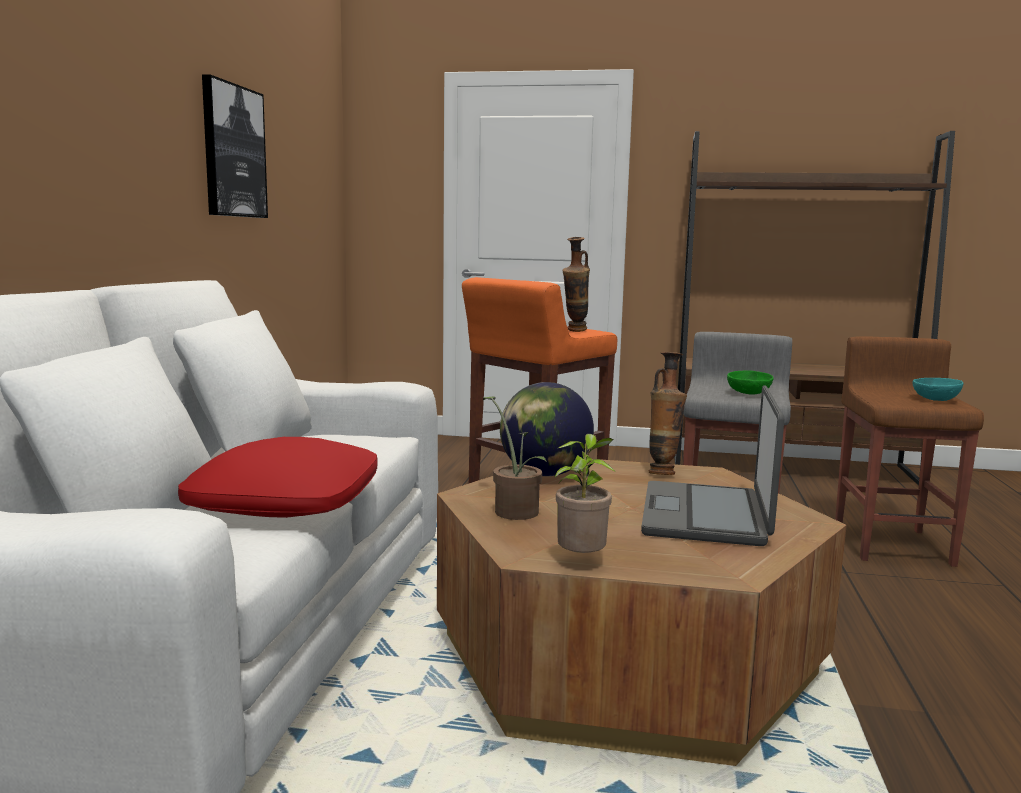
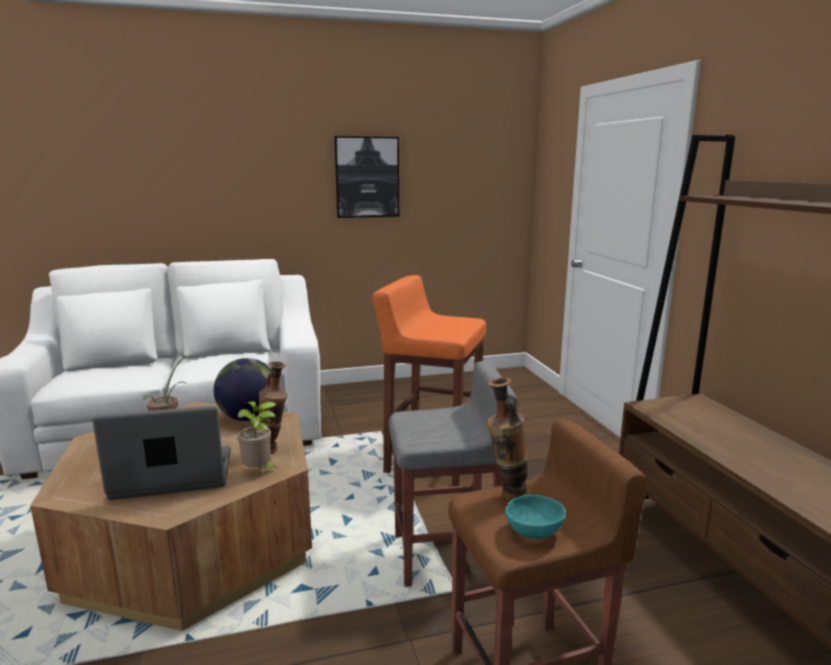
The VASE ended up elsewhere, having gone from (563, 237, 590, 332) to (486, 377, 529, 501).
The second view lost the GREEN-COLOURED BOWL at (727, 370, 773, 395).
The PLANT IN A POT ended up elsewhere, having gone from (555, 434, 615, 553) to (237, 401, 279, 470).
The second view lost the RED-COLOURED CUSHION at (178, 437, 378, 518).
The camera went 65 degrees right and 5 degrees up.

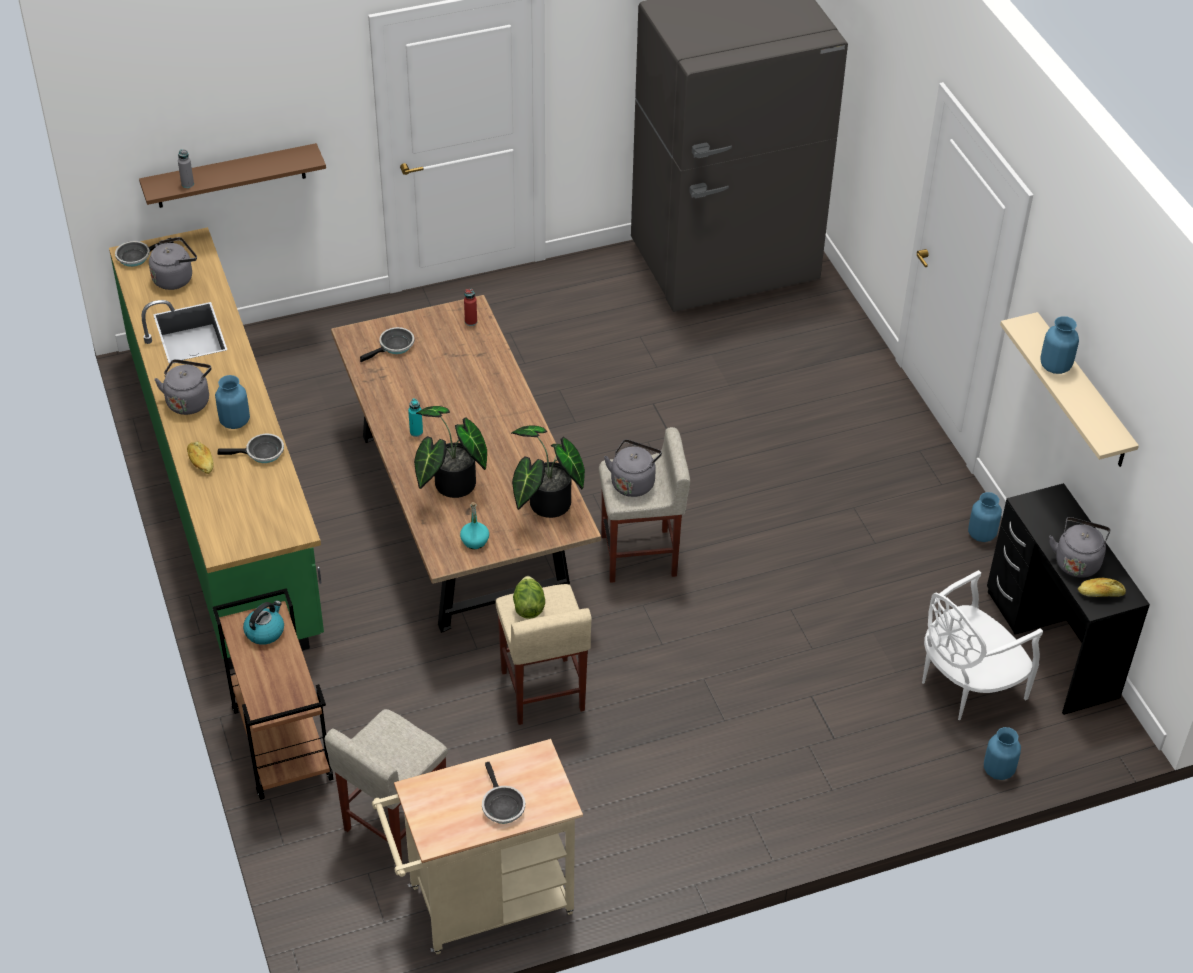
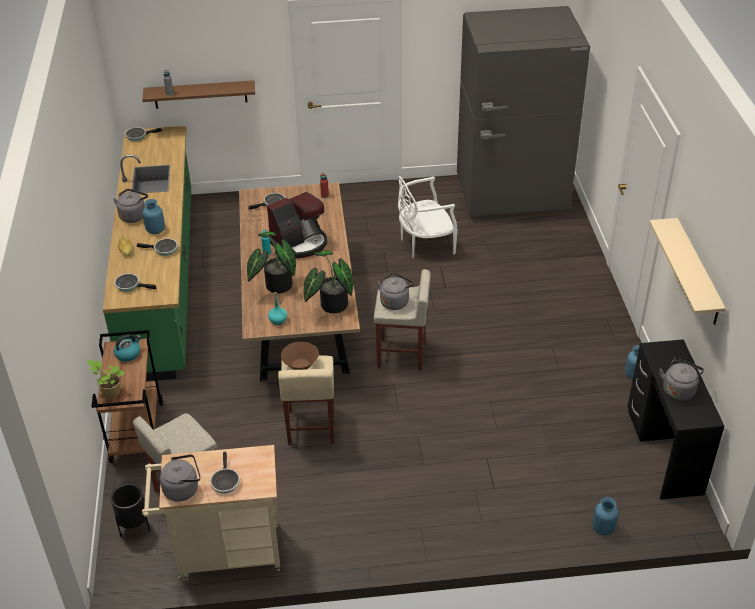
The GREY WATER KETTLE ended up elsewhere, having gone from (149, 237, 197, 290) to (160, 454, 201, 502).
The second view lost the BLUISH VASE at (1040, 316, 1079, 374).
The WHITE PLAIN CHAIR ended up elsewhere, having gone from (922, 570, 1043, 720) to (398, 176, 458, 258).
Where the HEAD OF LETTUCE stood at (513, 576, 545, 619), the BROWNISH BOWL came to stand at (281, 342, 319, 370).
The second view lost the BAKED BREAD at (1078, 578, 1126, 597).
The second view gained the COFFEE MACHINE at (267, 192, 327, 258).
The second view gained the SKILLET at (114, 273, 157, 292).
The second view gained the PLANT IN A POT at (87, 360, 125, 398).
The second view gained the BLACK PLANTER at (111, 484, 150, 538).
The camera went 15 degrees right and 5 degrees down.

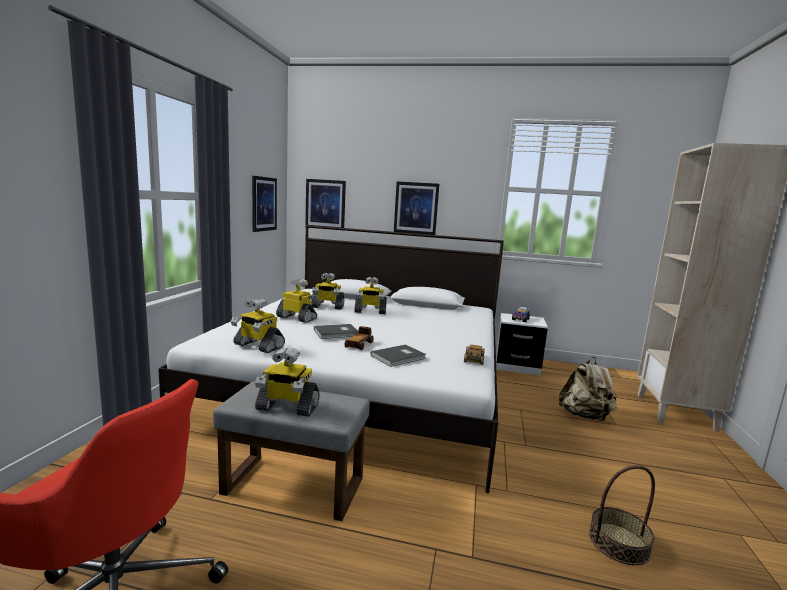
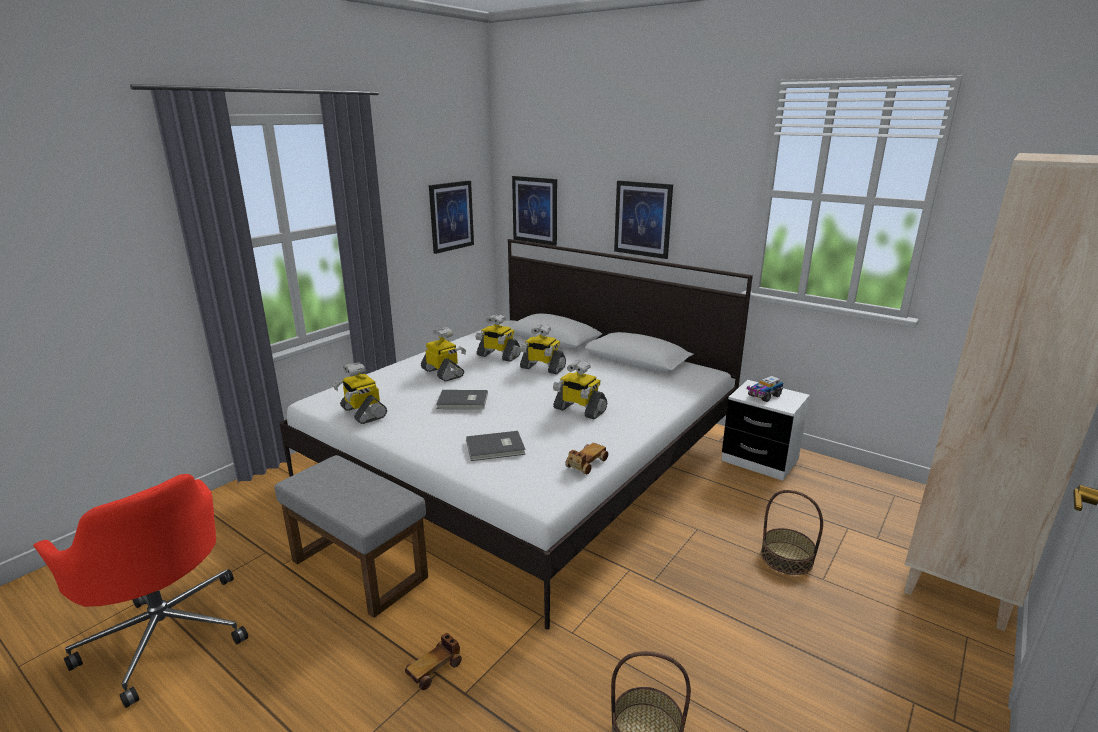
The MINIATURE CAR ended up elsewhere, having gone from (345, 326, 374, 350) to (405, 633, 462, 690).
The MODEL ROBOT ended up elsewhere, having gone from (255, 348, 320, 417) to (553, 360, 607, 419).
Where the SAND-COLOURED KNAPSACK stood at (559, 357, 617, 422), the BASKET came to stand at (761, 490, 823, 575).
The camera went 25 degrees right and 10 degrees up.

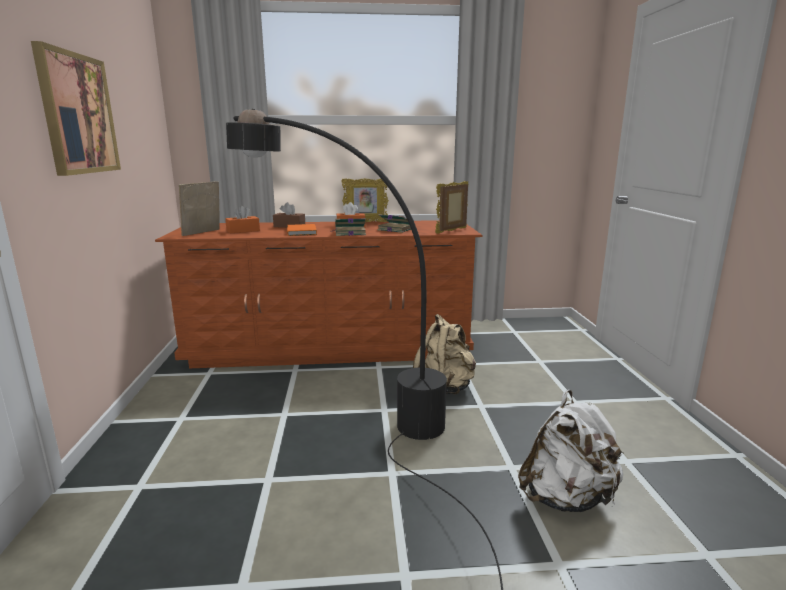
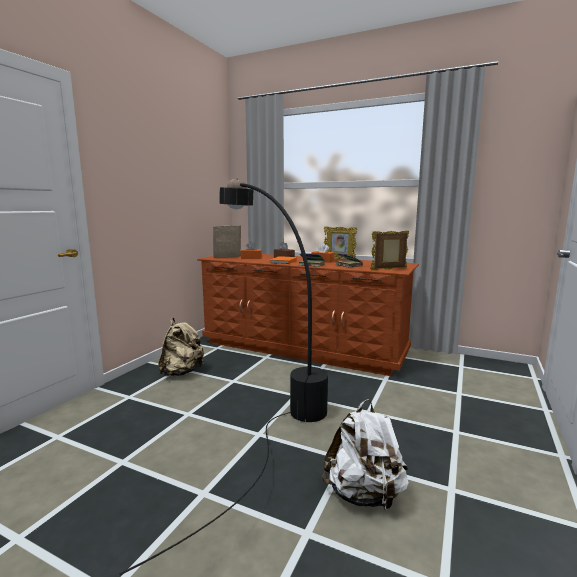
The second view lost the WALL ART at (31, 41, 121, 176).
The SAND-COLOURED KNAPSACK ended up elsewhere, having gone from (413, 314, 476, 394) to (158, 318, 204, 376).
The camera went 30 degrees right and 5 degrees down.

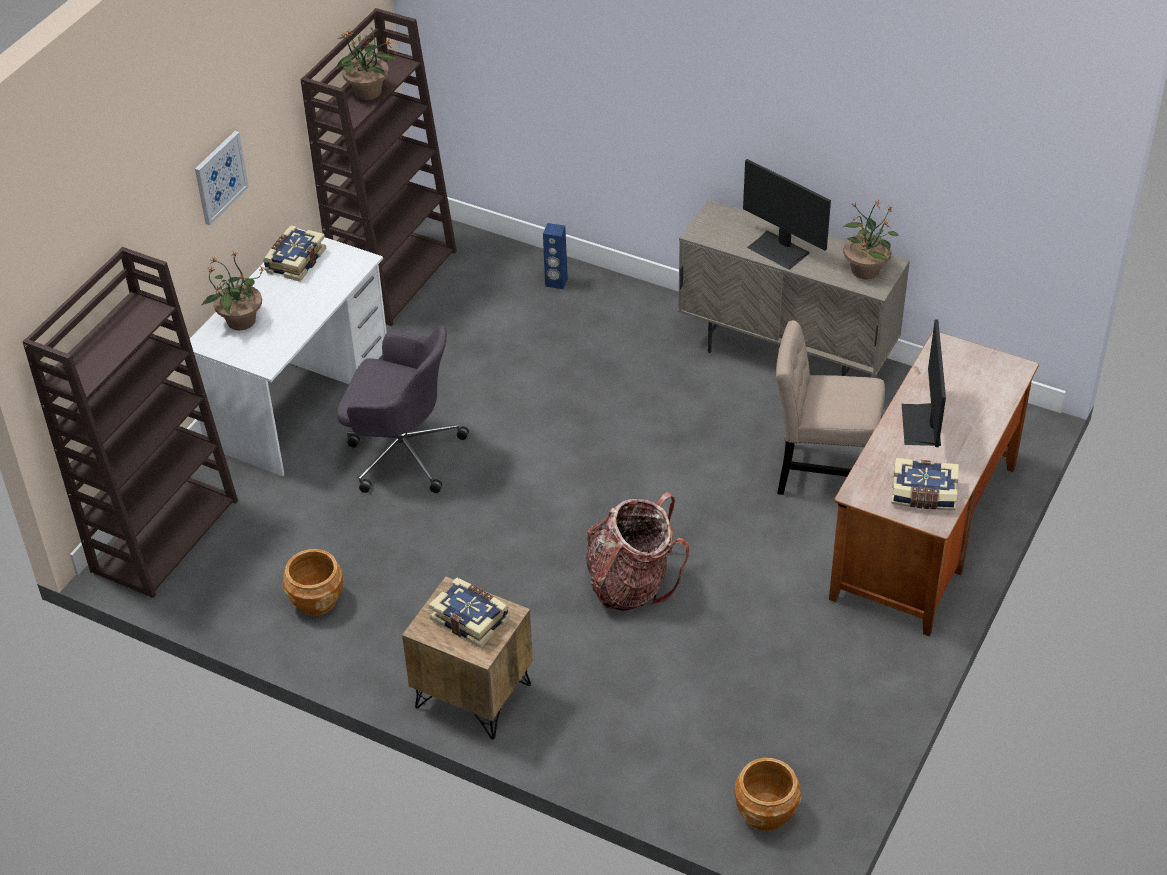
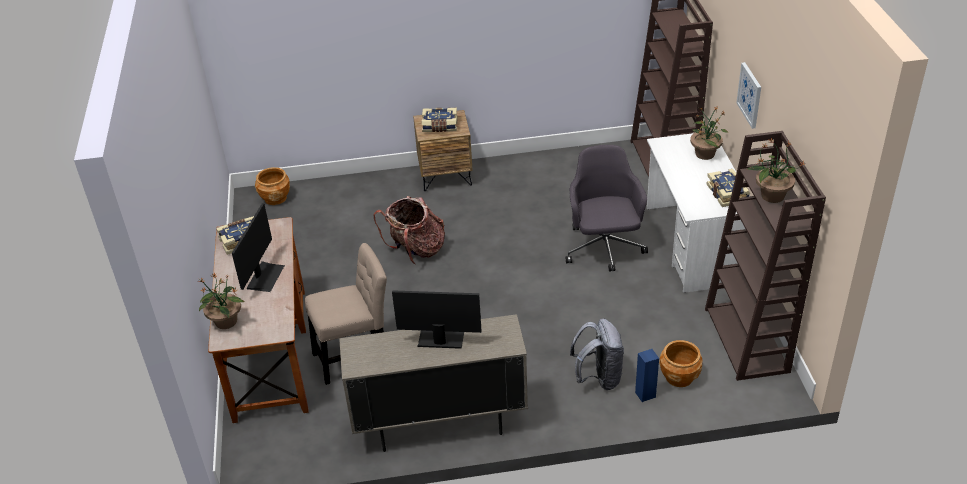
The PLANT IN A POT ended up elsewhere, having gone from (844, 200, 899, 279) to (198, 273, 244, 329).
The COMPUTER DISPLAY at (902, 319, 946, 447) ended up facing another way, 45 degrees clockwise from before.
The GREY OFFICE CHAIR at (337, 325, 469, 493) ended up facing another way, 105 degrees clockwise from before.
The BROWNISH PLANTER ended up elsewhere, having gone from (283, 549, 344, 616) to (659, 340, 703, 387).
The second view gained the GREY KNAPSACK at (570, 319, 624, 390).
The camera went 145 degrees right and 5 degrees down.

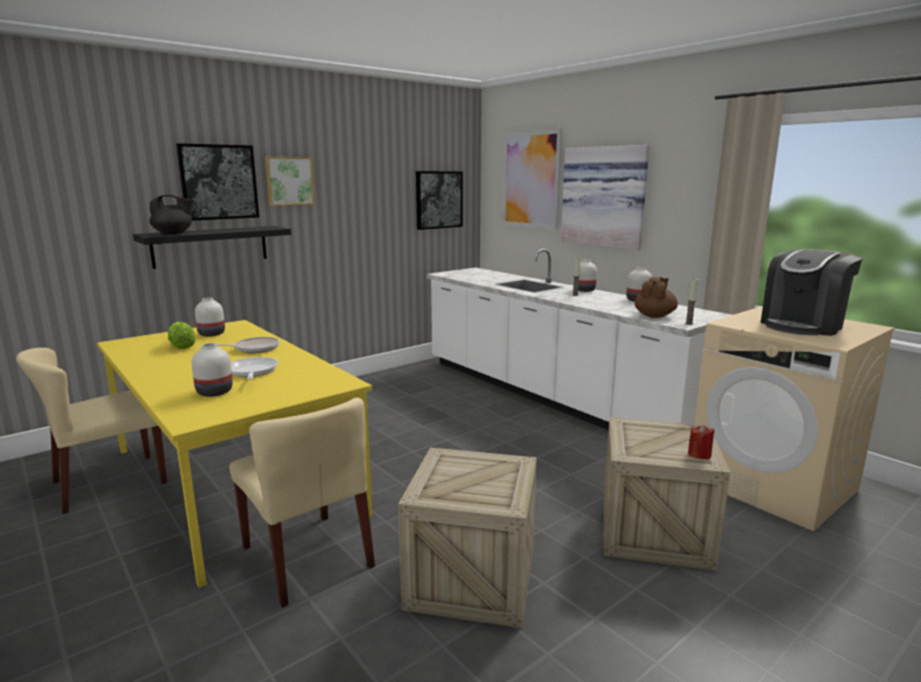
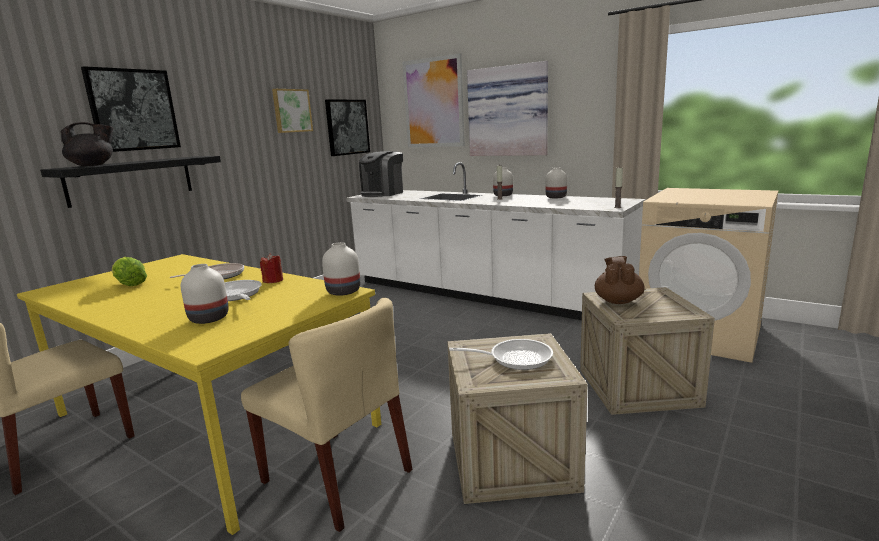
The WALL ART ended up elsewhere, having gone from (265, 157, 315, 206) to (272, 89, 313, 133).
The COFFEE MACHINE ended up elsewhere, having gone from (761, 249, 863, 336) to (359, 151, 403, 197).
The BROWNISH TEA POT ended up elsewhere, having gone from (635, 277, 678, 318) to (595, 256, 645, 304).
The WHITE VASE ended up elsewhere, having gone from (195, 297, 225, 337) to (322, 242, 360, 296).
The RED-COLOURED WAX LIGHT ended up elsewhere, having gone from (688, 425, 715, 459) to (260, 253, 283, 283).
The second view gained the SKILLET at (449, 339, 553, 370).
The camera went 15 degrees left and 0 degrees up.

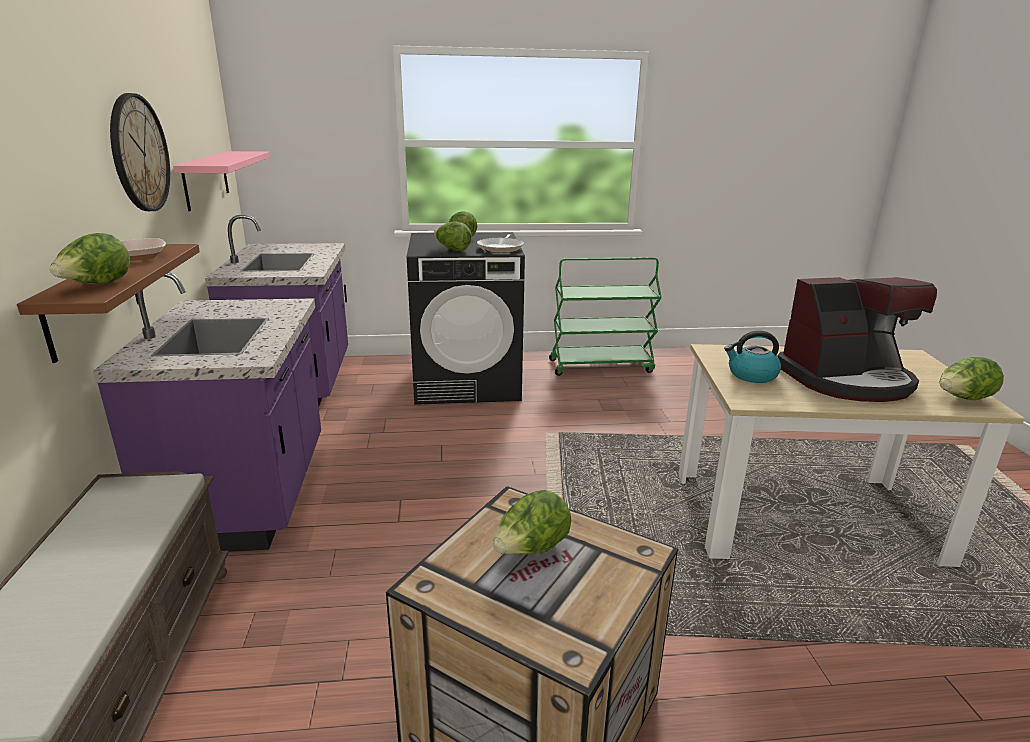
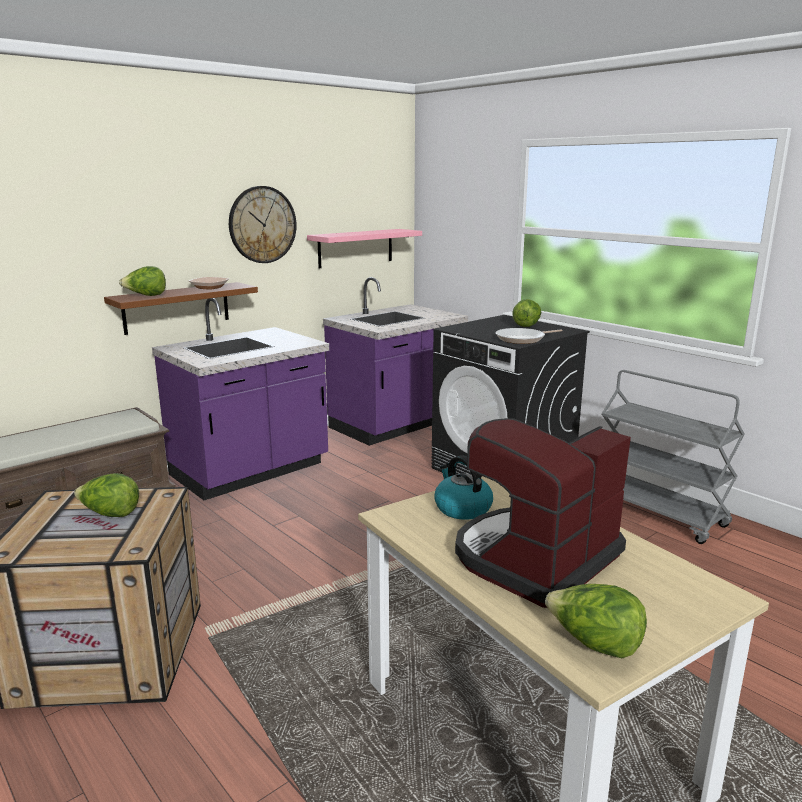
The second view lost the HEAD OF LETTUCE at (433, 221, 472, 251).
What was the GREEN-COLOURED TROLLEY at (549, 257, 662, 376) turned into the GREY TROLLEY at (601, 370, 745, 544).
The COFFEE MACHINE at (777, 277, 937, 402) ended up facing another way, 90 degrees clockwise from before.
The camera went 55 degrees right and 5 degrees down.

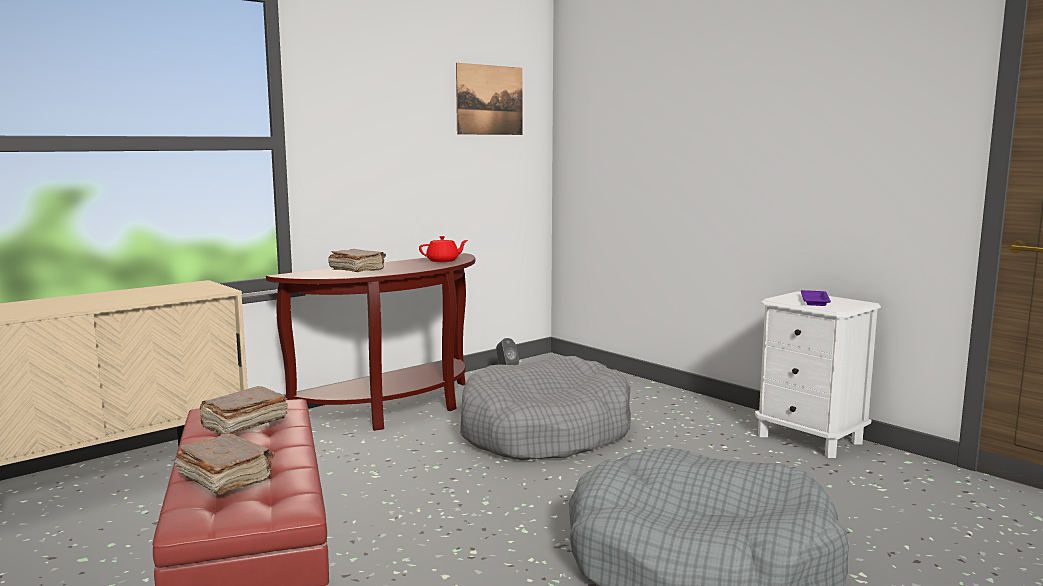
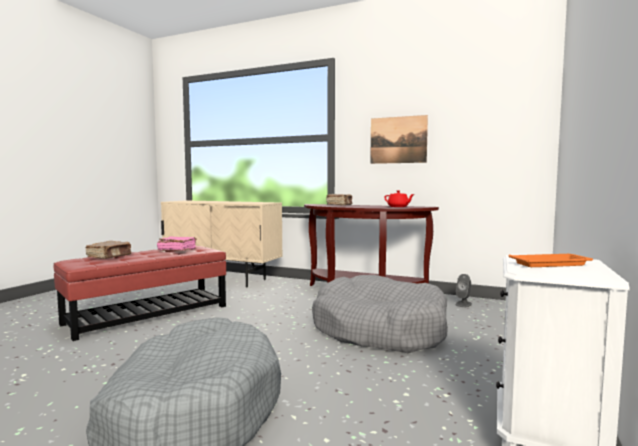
The WALL ART ended up elsewhere, having gone from (456, 63, 523, 135) to (370, 115, 428, 164).
What was the PURPLE SERVING TRAY at (801, 290, 831, 306) turned into the ORANGE SERVING TRAY at (509, 254, 593, 267).
What was the BROWNISH VOLUME at (199, 386, 288, 434) turned into the PINKISH VOLUME at (157, 236, 197, 251).
The camera went 65 degrees right and 5 degrees down.

